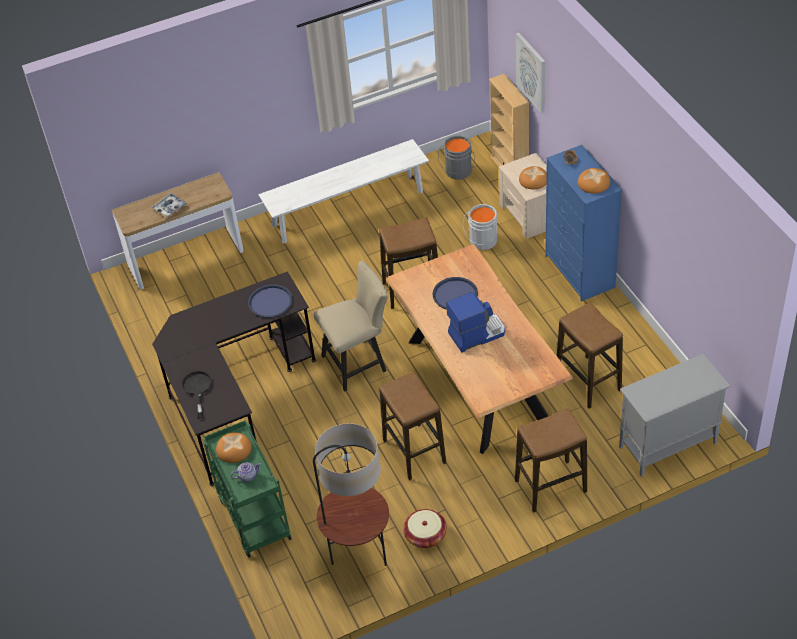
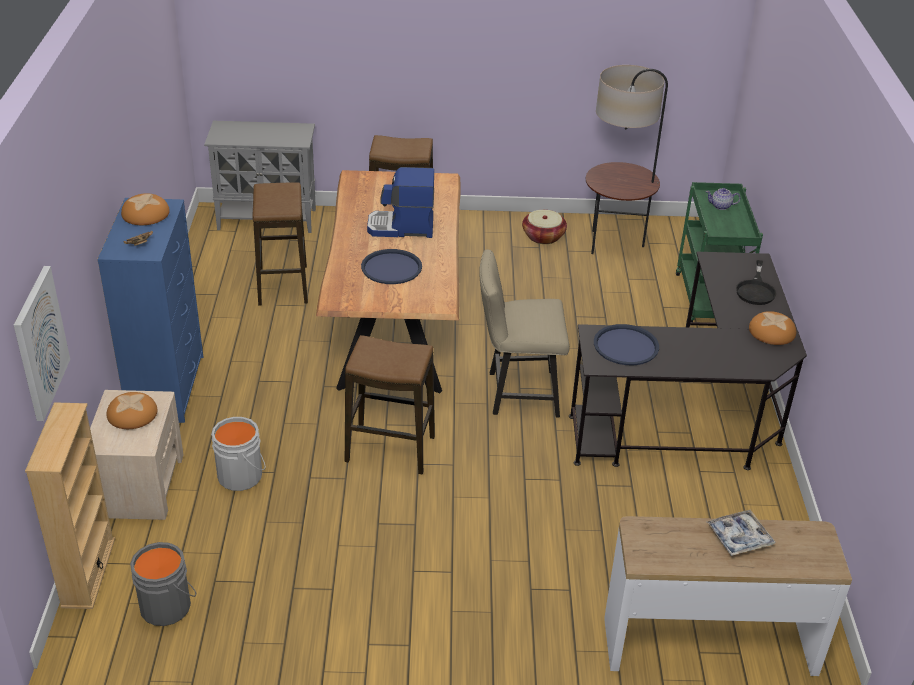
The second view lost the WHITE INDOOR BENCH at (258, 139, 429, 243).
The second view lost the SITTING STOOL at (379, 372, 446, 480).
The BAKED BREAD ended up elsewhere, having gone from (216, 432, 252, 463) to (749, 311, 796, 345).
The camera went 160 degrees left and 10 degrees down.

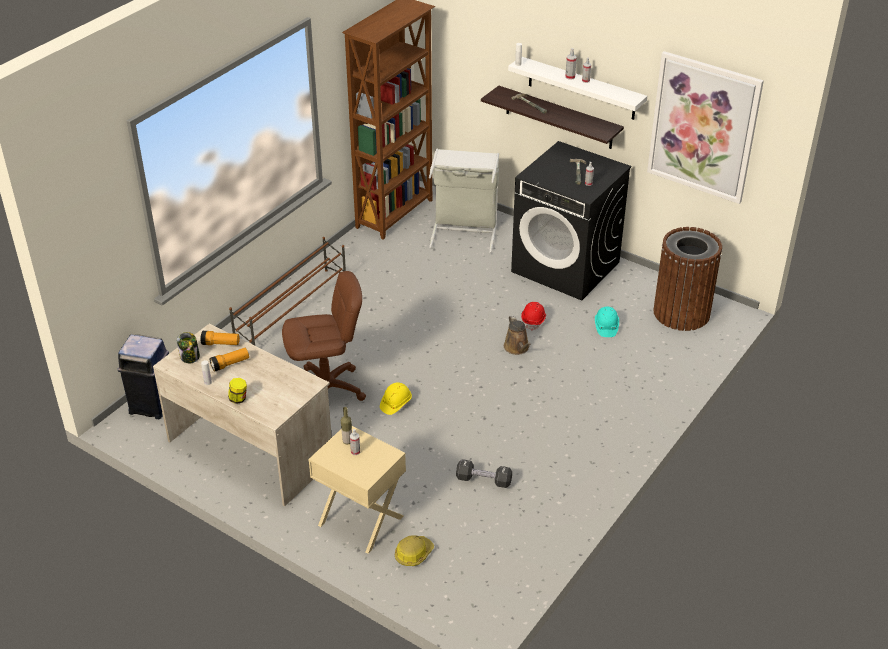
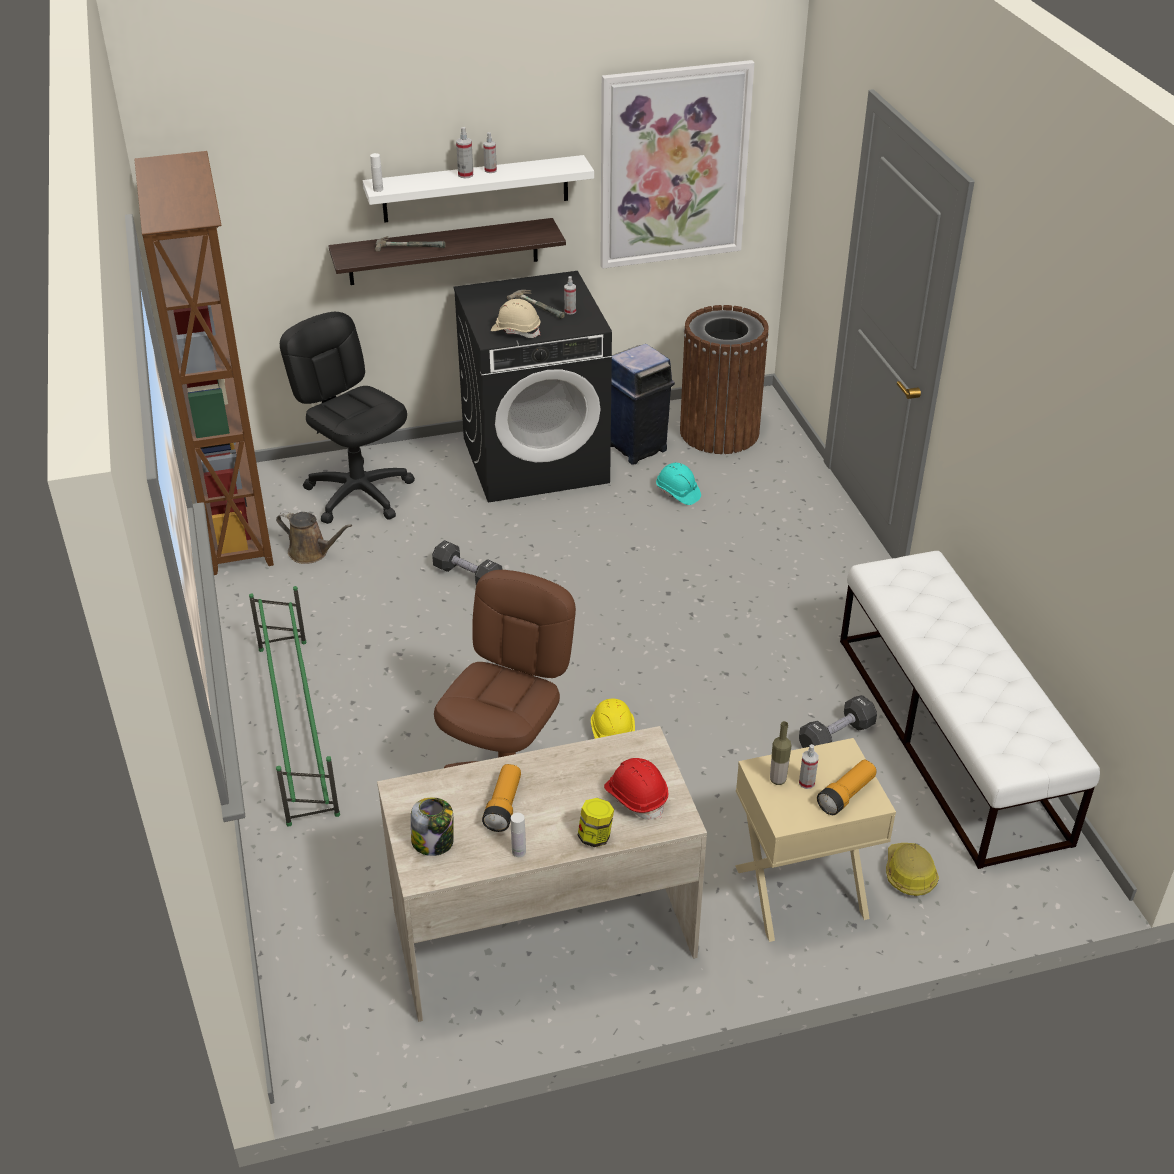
Where the GREY HAMPER stood at (429, 149, 499, 253), the BLACK OFFICE CHAIR came to stand at (280, 312, 415, 524).
What was the BROWNISH SHOE STAND at (229, 237, 346, 346) turned into the GREEN-COLOURED SHOE STAND at (249, 586, 340, 826).
The RED-COLOURED HARD HAT ended up elsewhere, having gone from (521, 302, 546, 331) to (604, 758, 668, 820).
The BROWNISH WATERING POT ended up elsewhere, having gone from (504, 315, 531, 355) to (276, 511, 352, 564).
The TORCH ended up elsewhere, having gone from (201, 331, 240, 345) to (817, 760, 876, 815).
The BLUISH RUBBISH BIN ended up elsewhere, having gone from (117, 334, 169, 419) to (611, 344, 675, 465).
The second view gained the SAND-COLOURED HARD HAT at (491, 299, 540, 338).
The second view gained the BLACK DUMBBELL at (432, 540, 503, 585).
The second view gained the WHITE INDOOR BENCH at (840, 551, 1100, 869).
The camera went 50 degrees left and 0 degrees up.

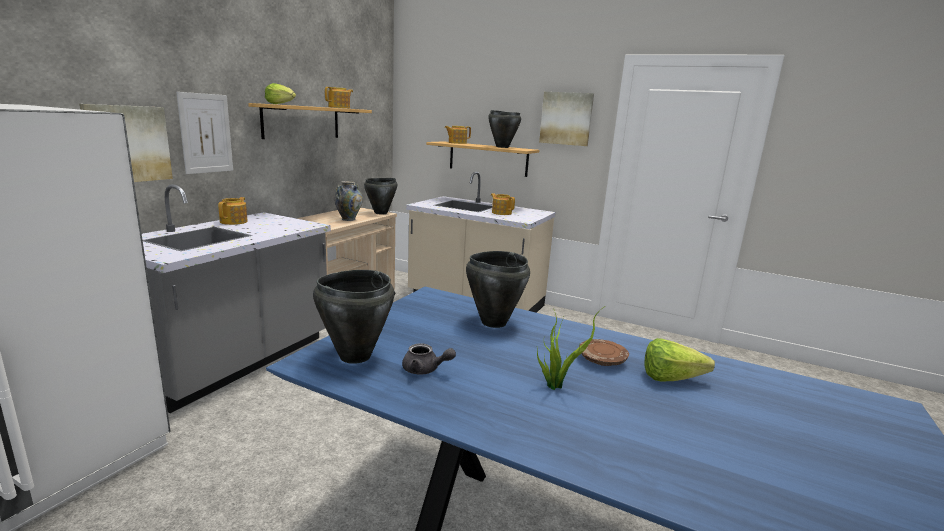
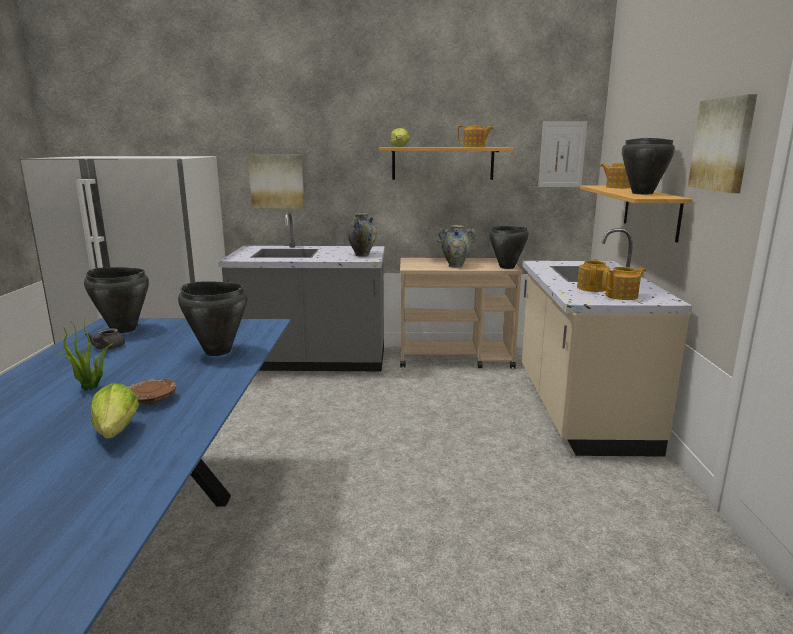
The WALL ART ended up elsewhere, having gone from (176, 92, 233, 174) to (538, 121, 588, 187).
The TEA POT ended up elsewhere, having gone from (218, 197, 248, 225) to (602, 267, 646, 300).
The second view gained the VASE at (347, 213, 377, 257).
The camera went 65 degrees right and 0 degrees up.

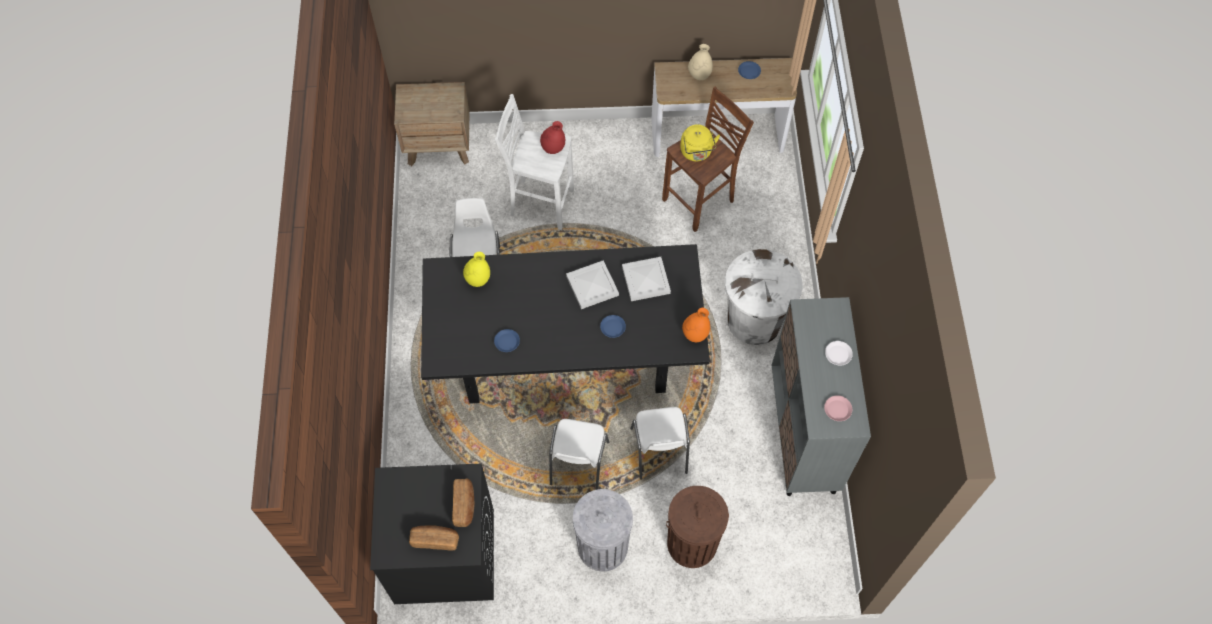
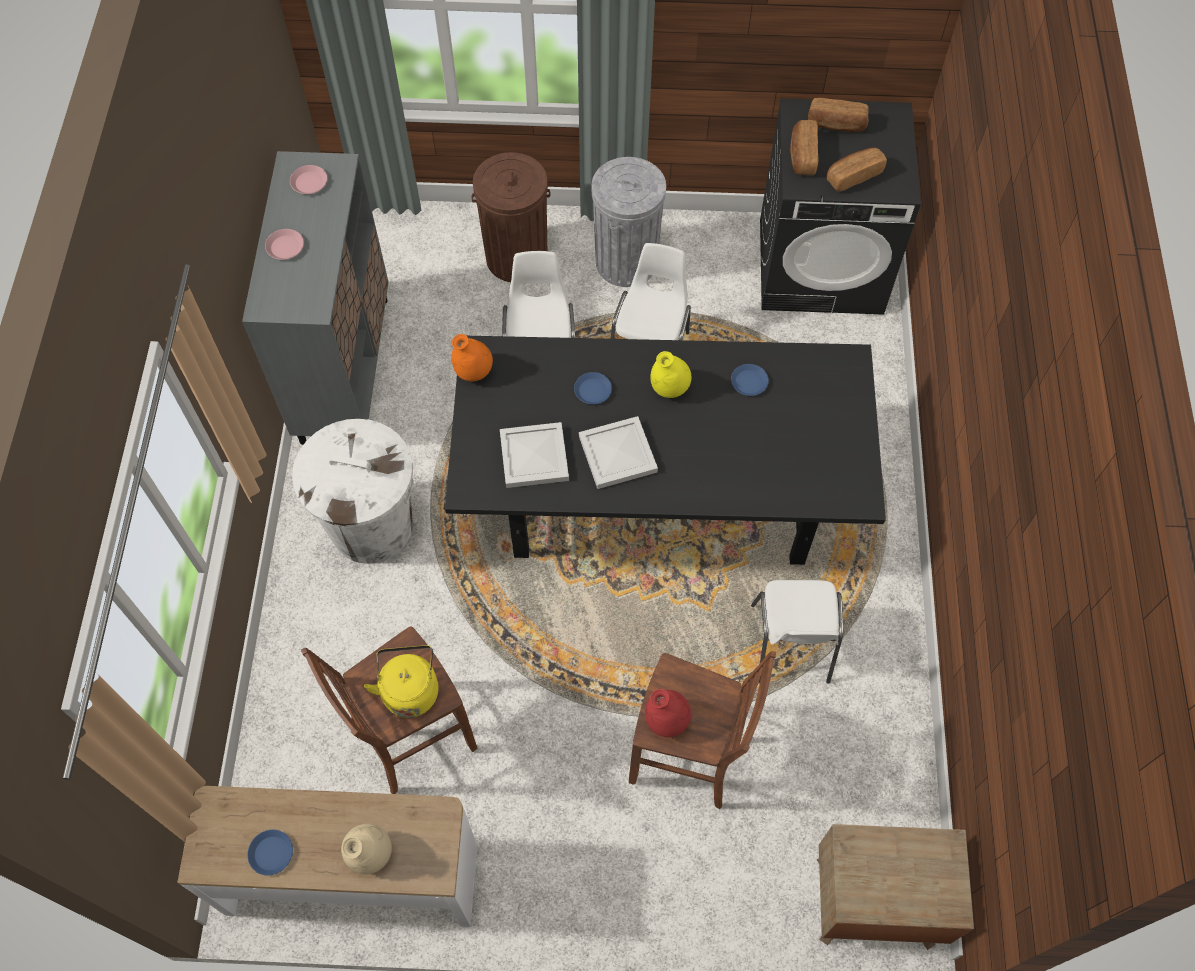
What was the WHITE SITTING STOOL at (495, 94, 574, 230) turned into the BROWNISH SITTING STOOL at (629, 651, 776, 809).
The YELLOW VASE ended up elsewhere, having gone from (463, 252, 490, 287) to (651, 351, 691, 398).
What was the WHITE PLATE at (825, 341, 853, 366) turned into the PINKISH PLATE at (265, 229, 304, 260).
The second view gained the BAKED BREAD at (826, 148, 887, 191).
The camera went 175 degrees left and 0 degrees up.

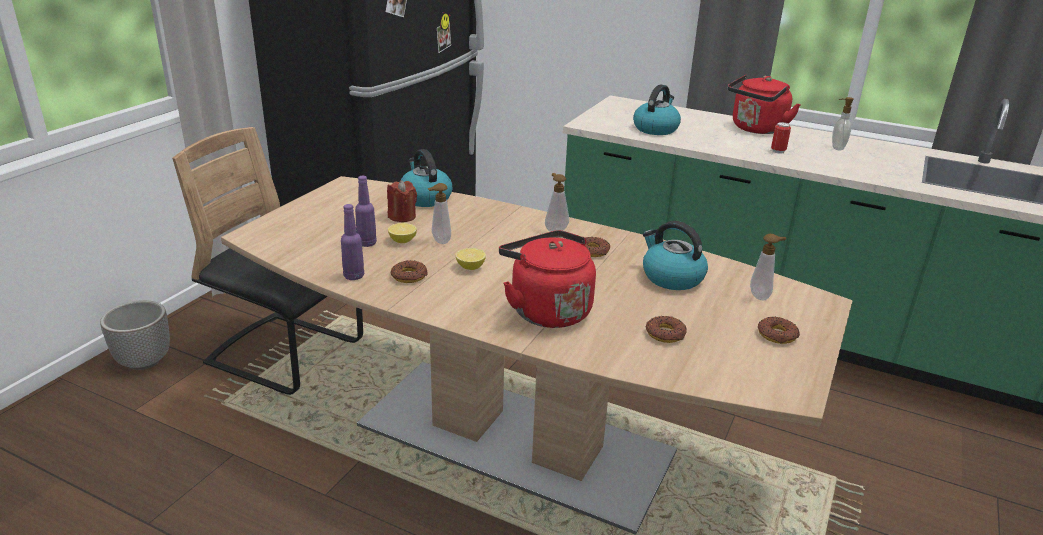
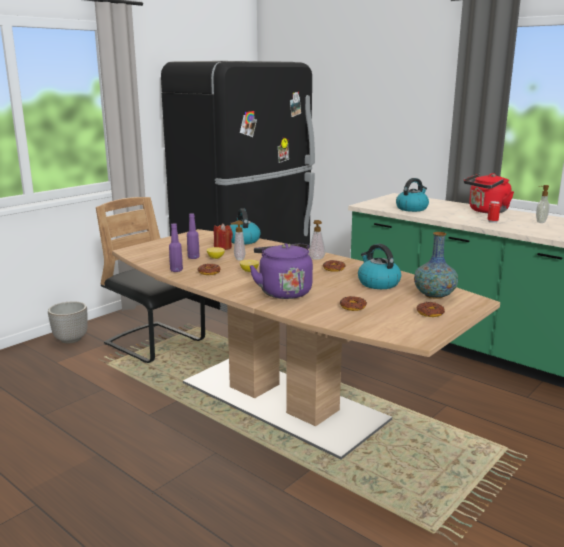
What was the RED-COLOURED WATER KETTLE at (499, 230, 596, 328) turned into the PURPLE WATER KETTLE at (250, 243, 313, 299).
Where the SOAP BOTTLE stood at (750, 234, 786, 300), the VASE came to stand at (414, 232, 458, 299).
The camera went 15 degrees right and 10 degrees down.

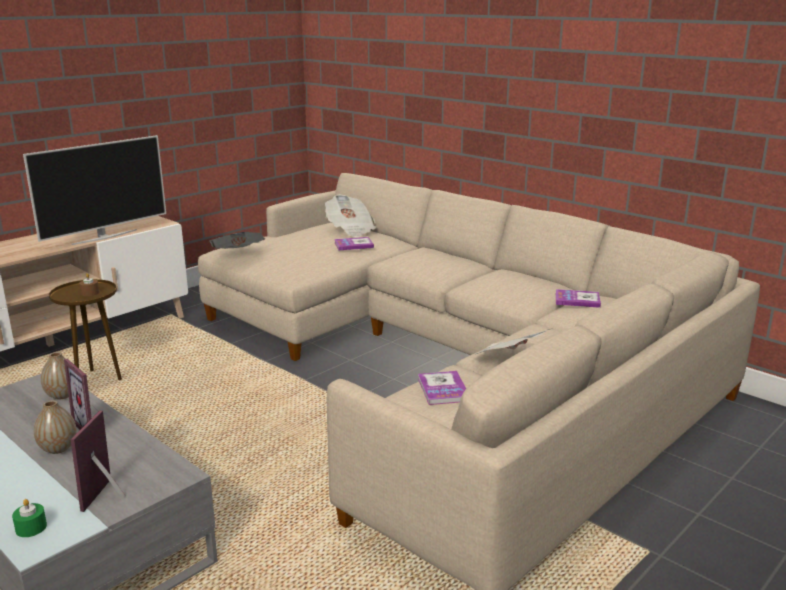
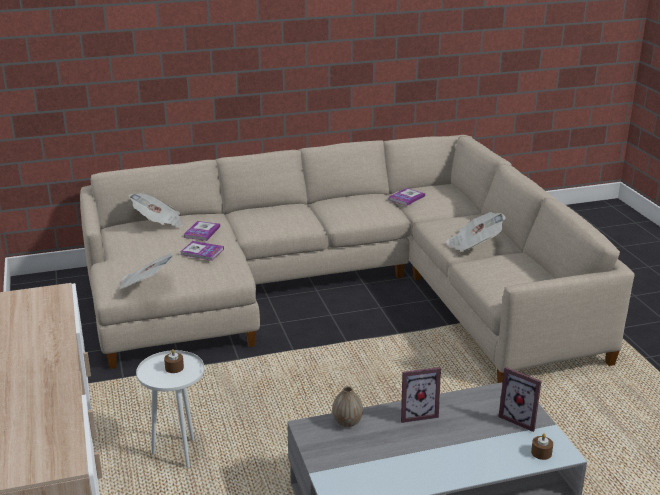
The second view lost the TV at (23, 135, 166, 245).
What was the BROWNISH SIDE TABLE at (49, 279, 122, 380) turned into the WHITE SIDE TABLE at (136, 350, 204, 468).
The VOLUME ended up elsewhere, having gone from (418, 371, 466, 405) to (180, 241, 224, 261).
The second view lost the VASE at (34, 400, 77, 454).
What was the GREEN-COLOURED WAX LIGHT at (12, 499, 47, 537) turned into the BROWNISH WAX LIGHT at (531, 433, 553, 460).
The camera went 60 degrees left and 5 degrees up.

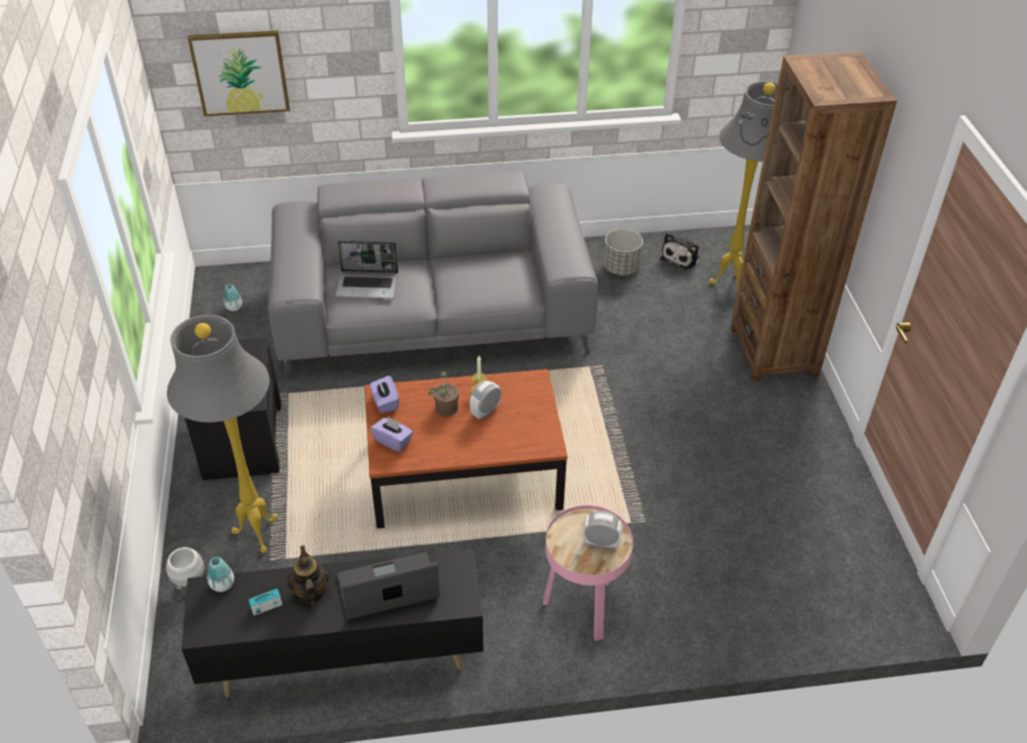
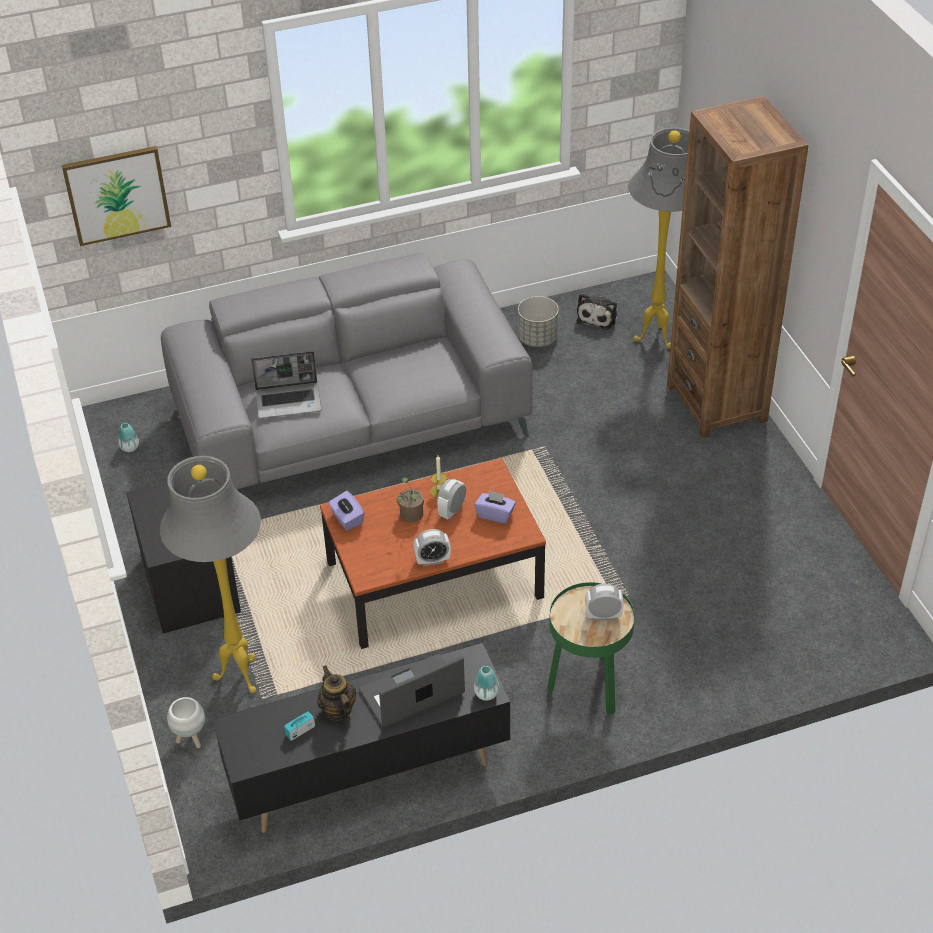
The PURPLE TISSUE BOX ended up elsewhere, having gone from (371, 416, 413, 452) to (474, 490, 516, 524).
What was the PINKISH SIDE TABLE at (543, 505, 633, 641) turned into the GREEN-COLOURED SIDE TABLE at (548, 582, 635, 715).
The VASE ended up elsewhere, having gone from (207, 557, 234, 592) to (474, 666, 499, 701).
The second view gained the BEDSIDE CLOCK at (413, 529, 451, 566).
The camera went 10 degrees left and 0 degrees up.

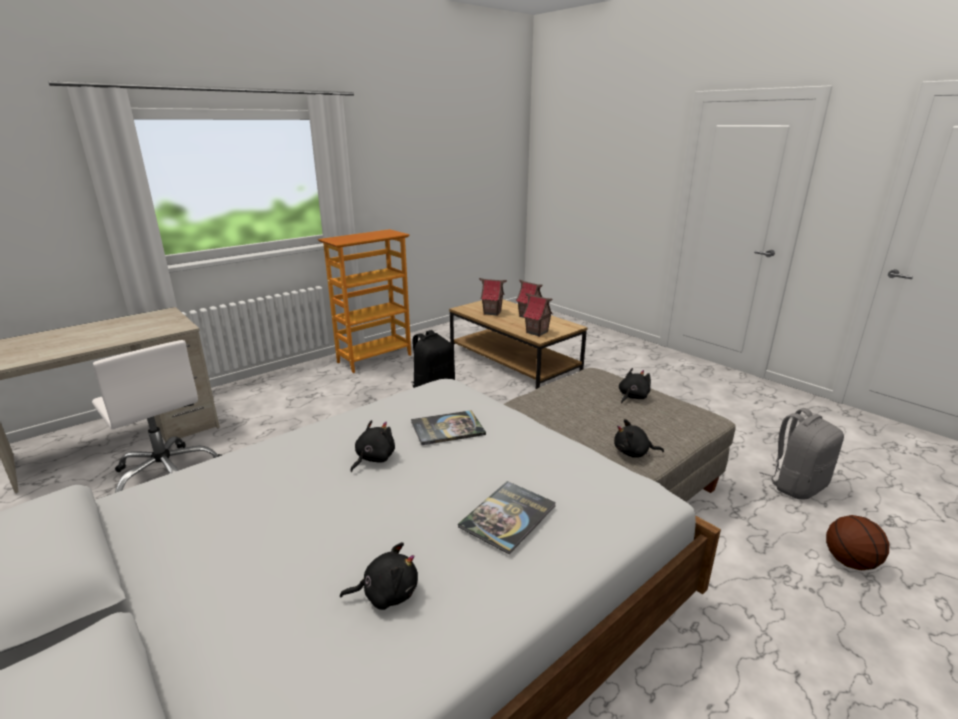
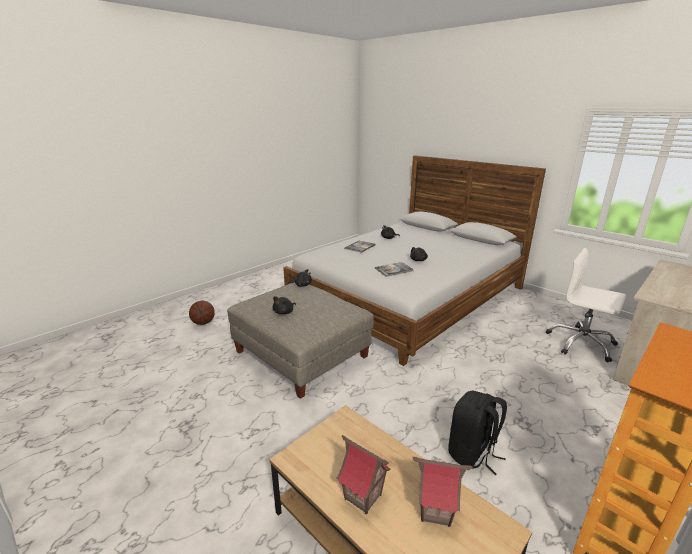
The second view lost the MINIATURE HOUSE at (522, 293, 553, 337).
The second view lost the GREY KNAPSACK at (760, 408, 844, 499).
The camera went 175 degrees right and 0 degrees up.

